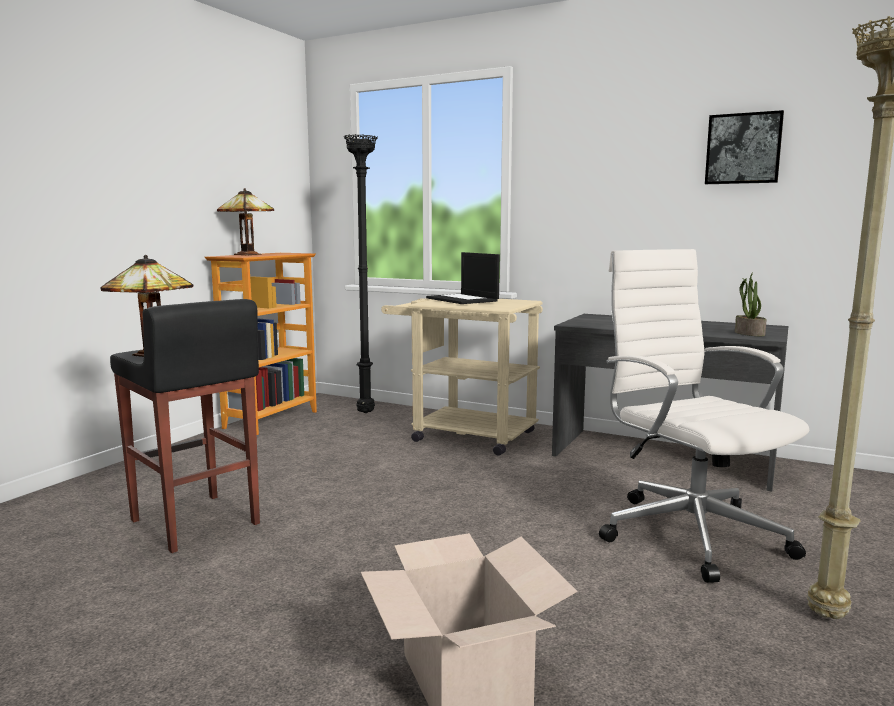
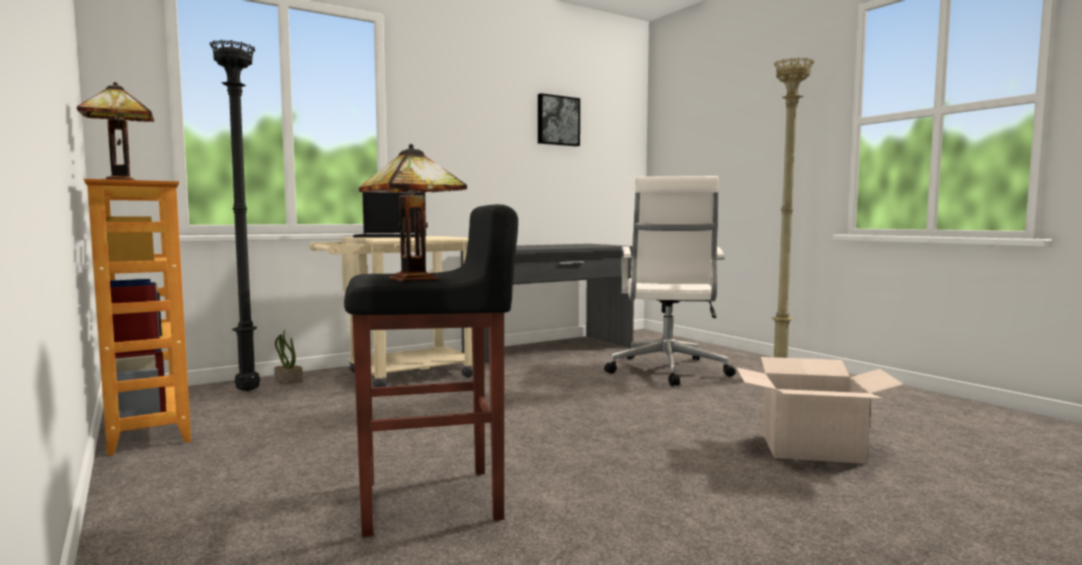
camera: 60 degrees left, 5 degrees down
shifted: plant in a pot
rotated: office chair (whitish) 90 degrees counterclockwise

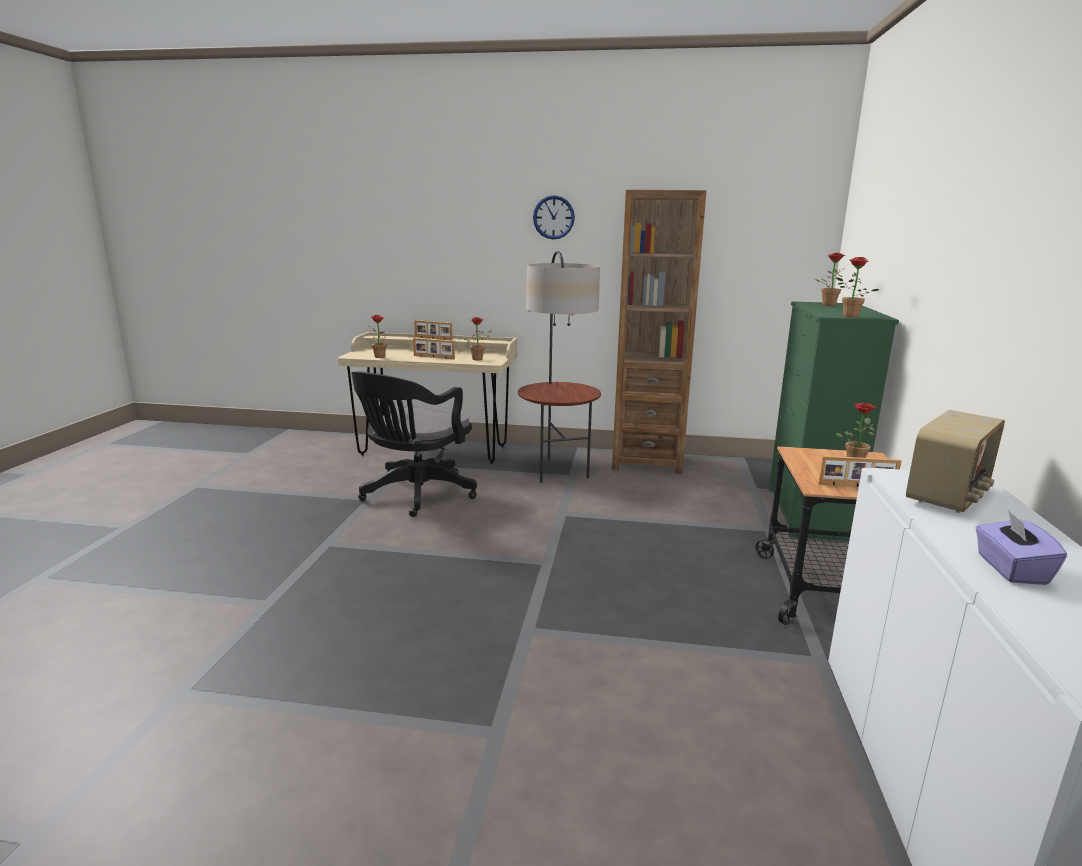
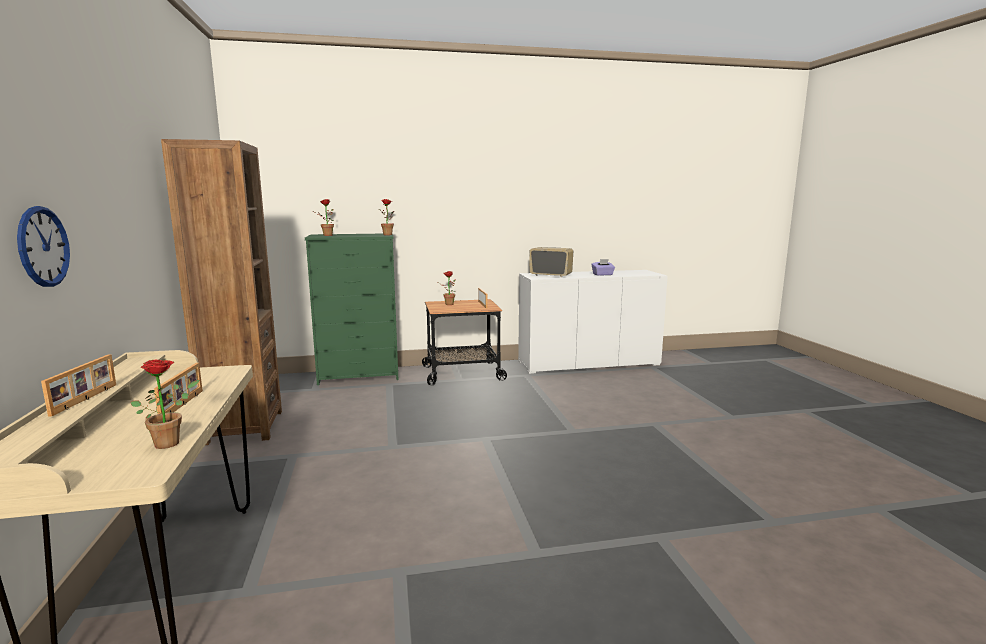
camera: 110 degrees left, 5 degrees down
gone: office chair (black); plant in a pot (no. 2 from left); standard lamp
shifted: hanging clock

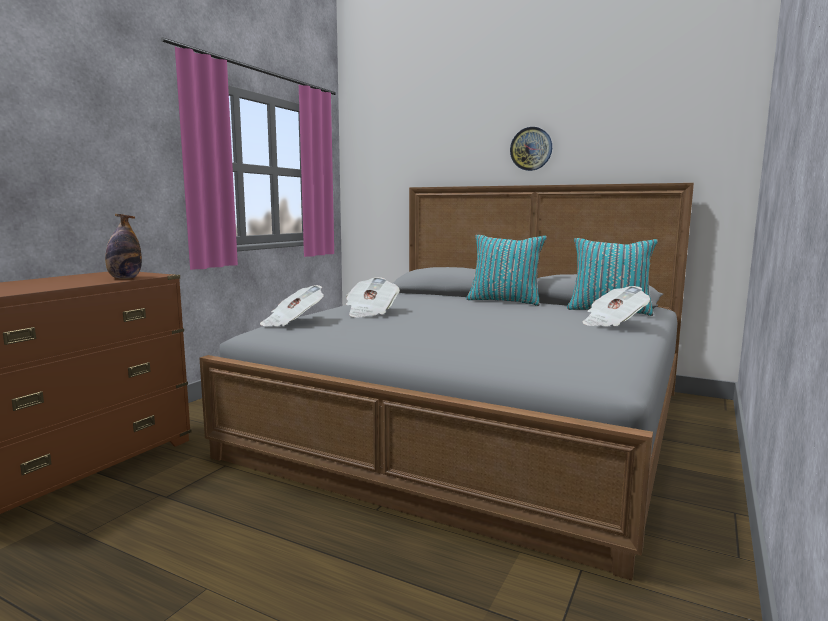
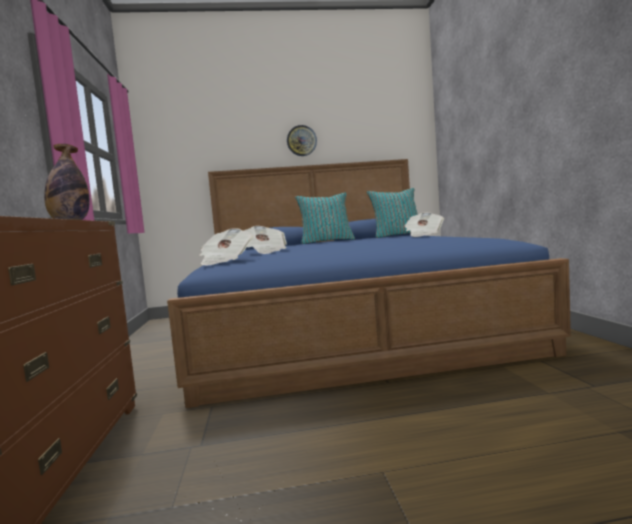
camera: 35 degrees left, 5 degrees down
repainted: sleeping bed (gray) to sleeping bed (blue)

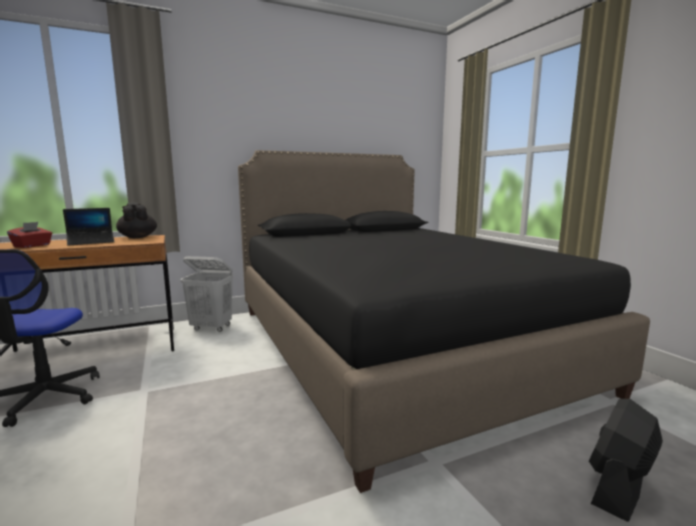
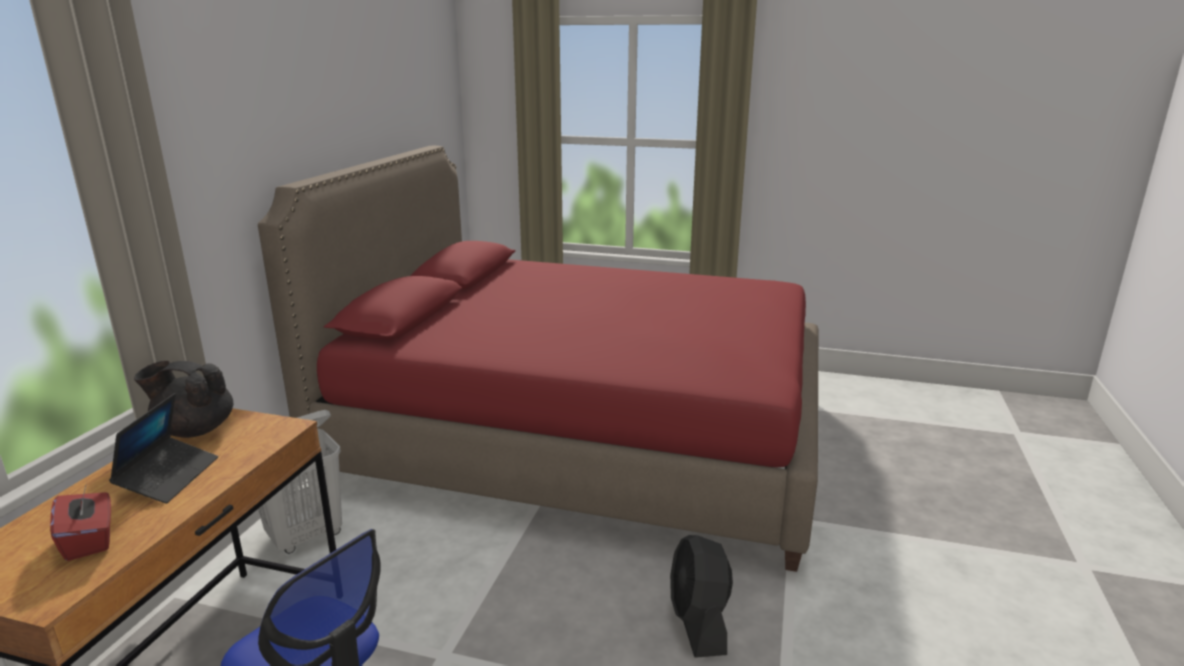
camera: 50 degrees left, 10 degrees up
shifted: fan (black)
repainted: sleeping bed (black) to sleeping bed (red-coloured)

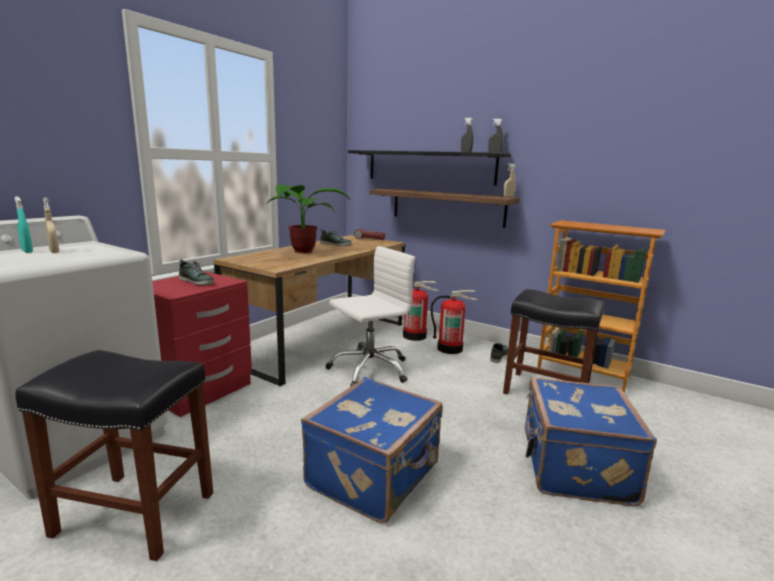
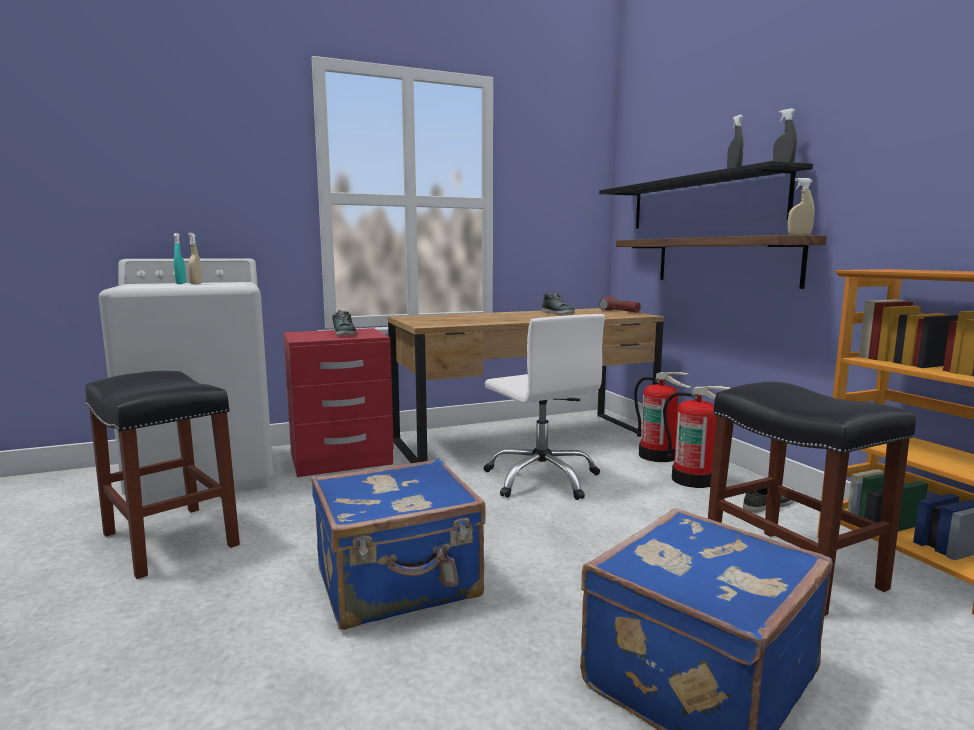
camera: 35 degrees right, 5 degrees down
gone: plant in a pot
rotated: office chair (whitish) 60 degrees clockwise

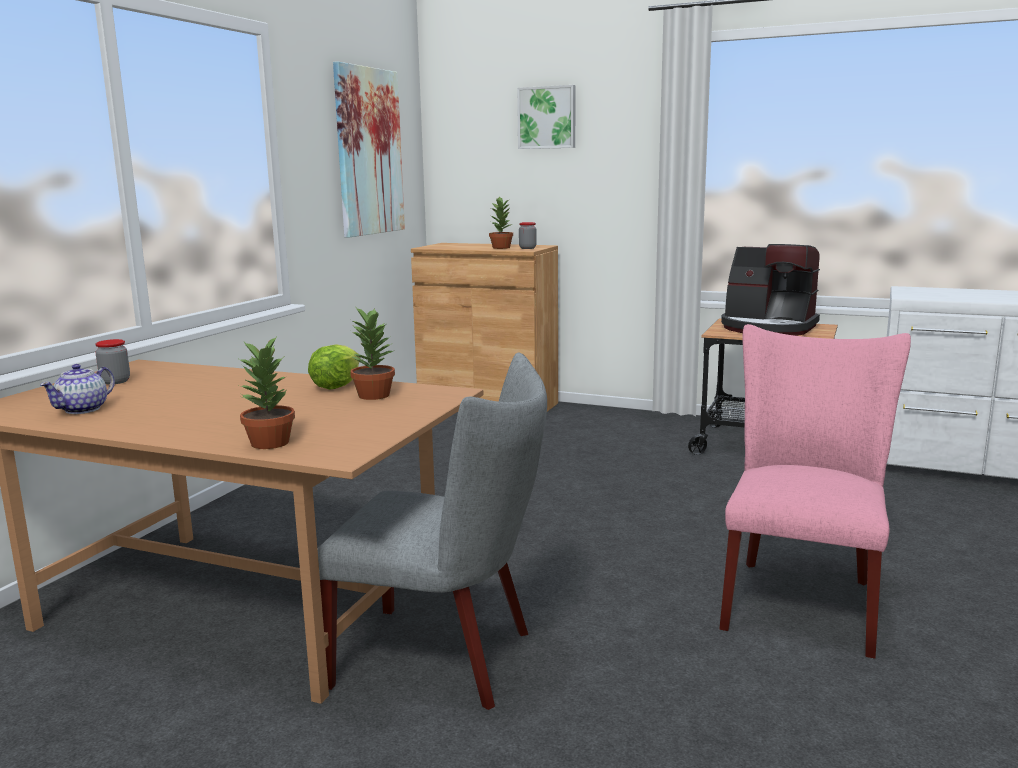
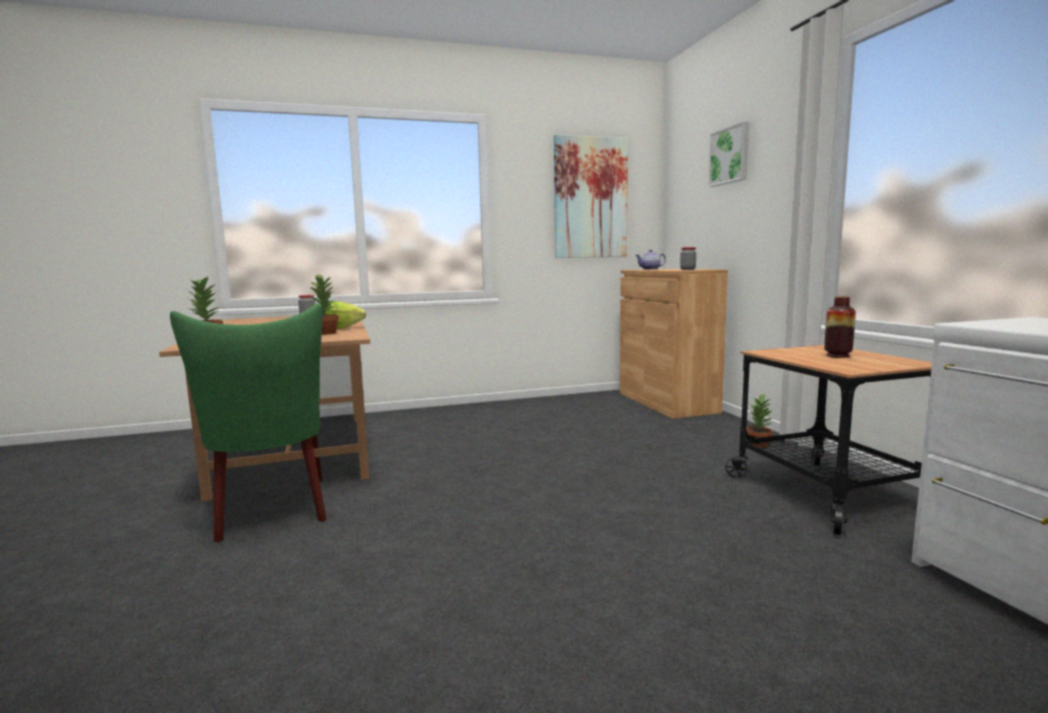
camera: 50 degrees right, 5 degrees down
gone: plain chair (pinkish)
shifted: pot for tea; plant in a pot (no. 3 from left)
swapped: coffee machine to flower vase
repainted: plain chair (gray) to plain chair (green)

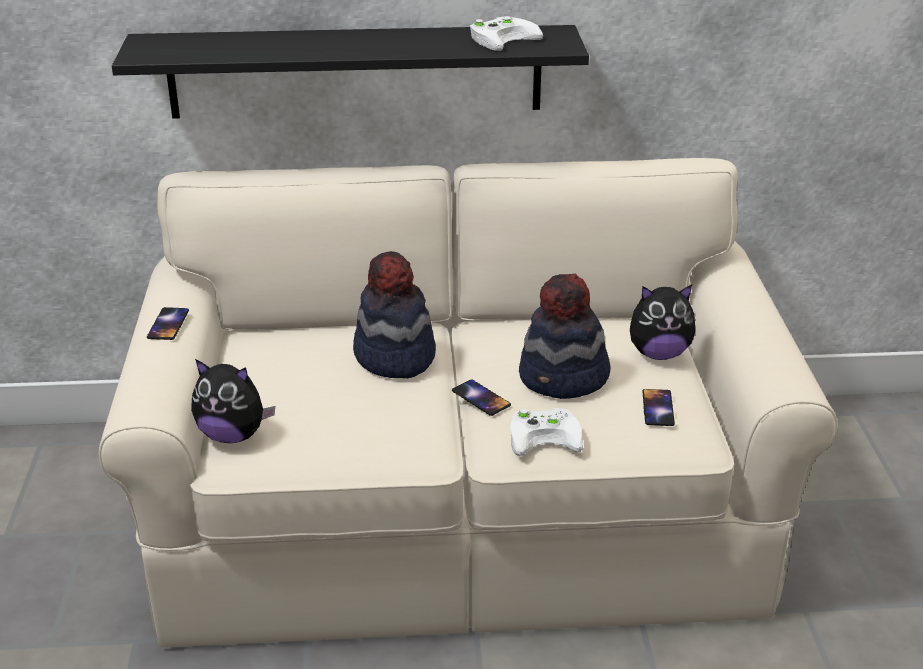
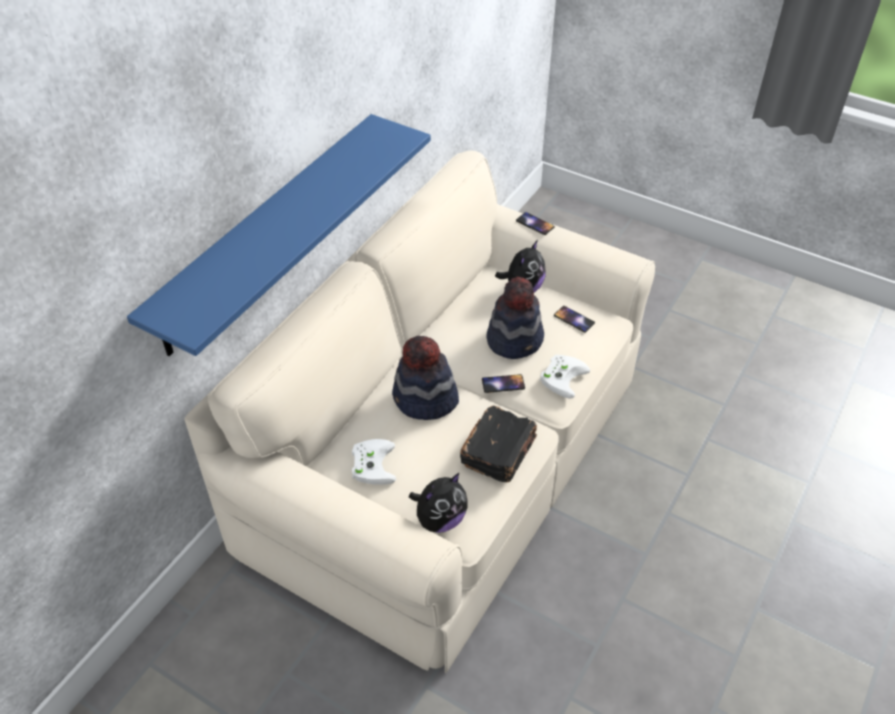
camera: 55 degrees left, 15 degrees up
new: volume (black)
shifted: gamepad (whitish) (no. 1 from left); phone (no. 1 from left in the first image) to phone (no. 2 from left)
repainted: bracket shelf (black) to bracket shelf (blue)

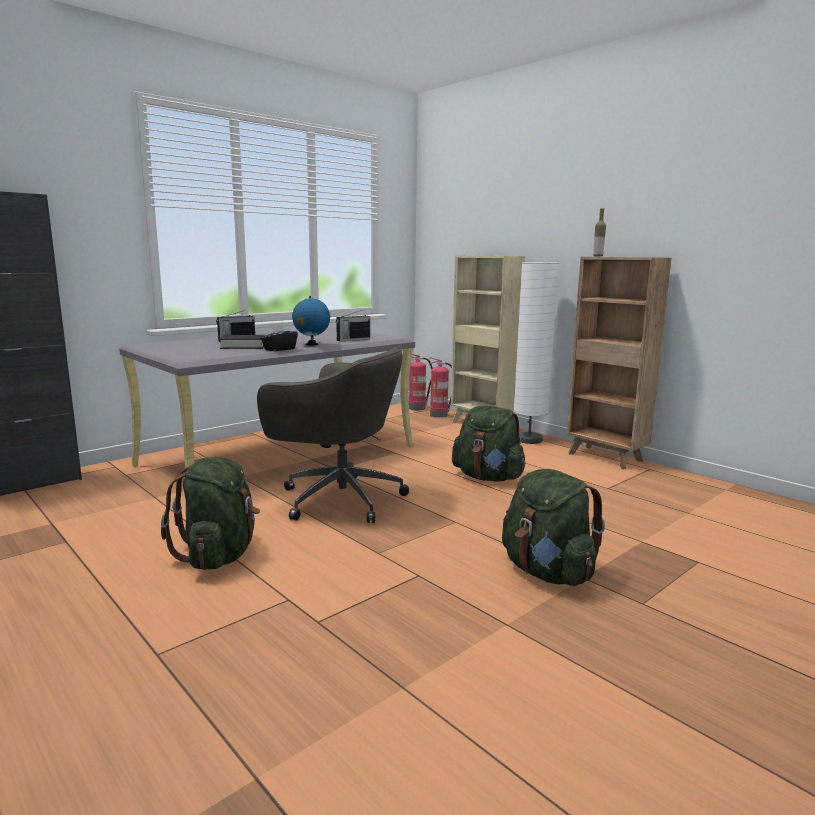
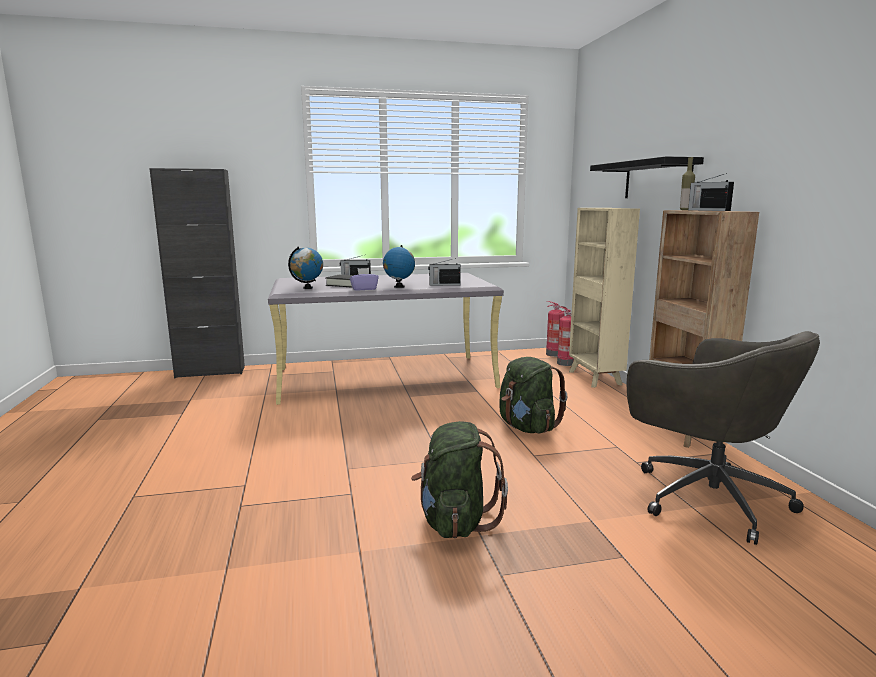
camera: 30 degrees right, 0 degrees up
gone: knapsack (green) (no. 1 from left); standard lamp (whitish)
new: world globe (no. 1 from left); bracket shelf (black); radio receiver (no. 3 from left)
shifted: office chair (gray)
repainted: box of tissues (black) to box of tissues (purple-coloured)

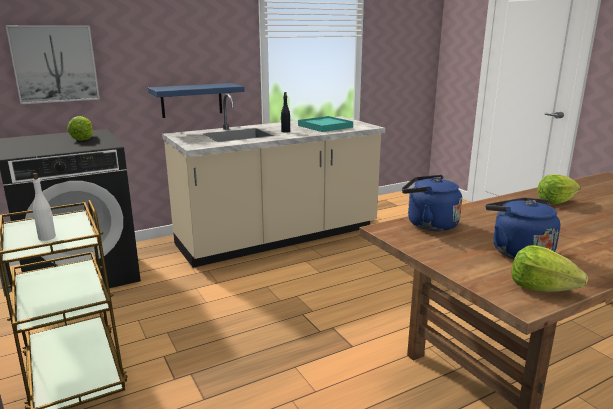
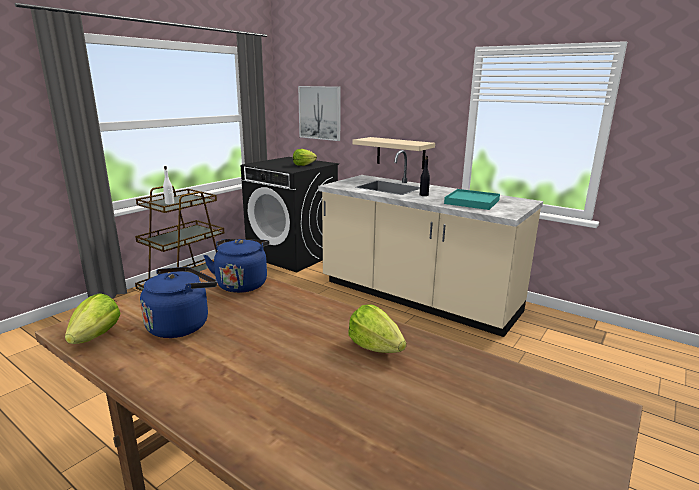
camera: 65 degrees right, 0 degrees up
repainted: bracket shelf (blue) to bracket shelf (beige)

